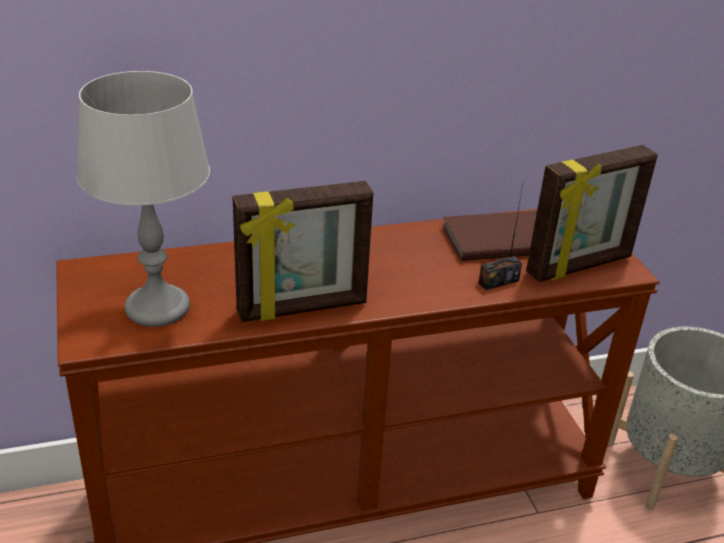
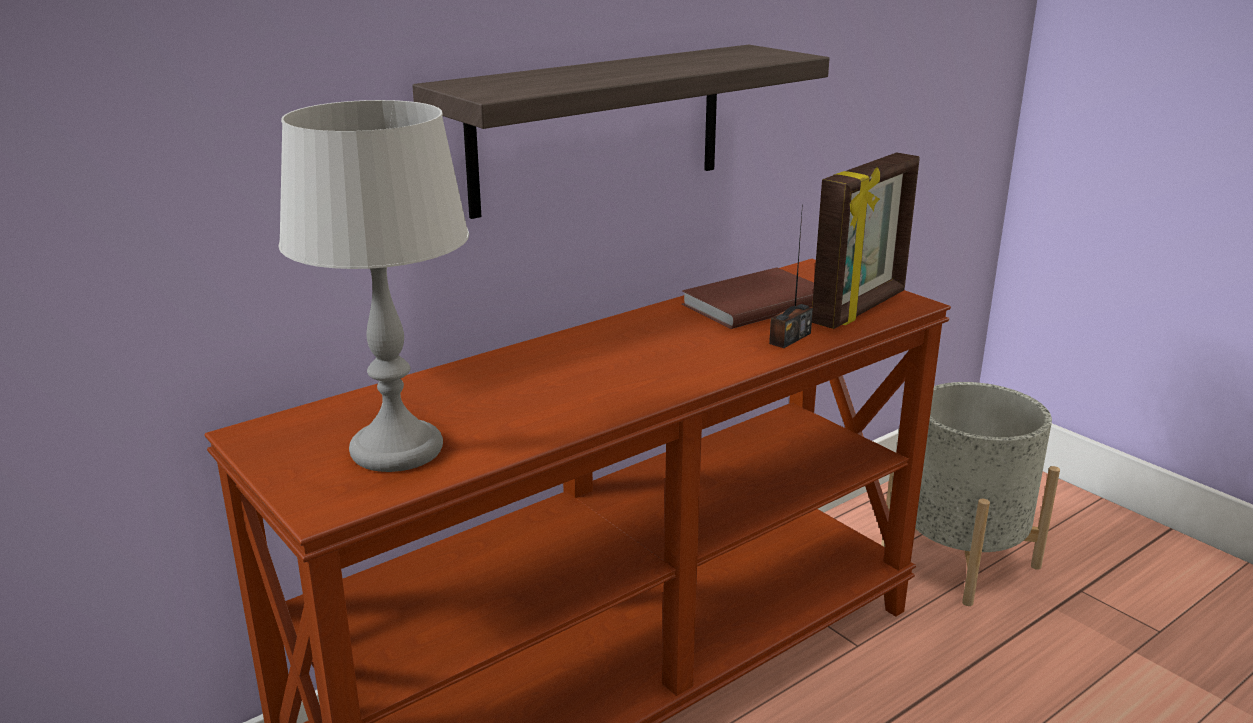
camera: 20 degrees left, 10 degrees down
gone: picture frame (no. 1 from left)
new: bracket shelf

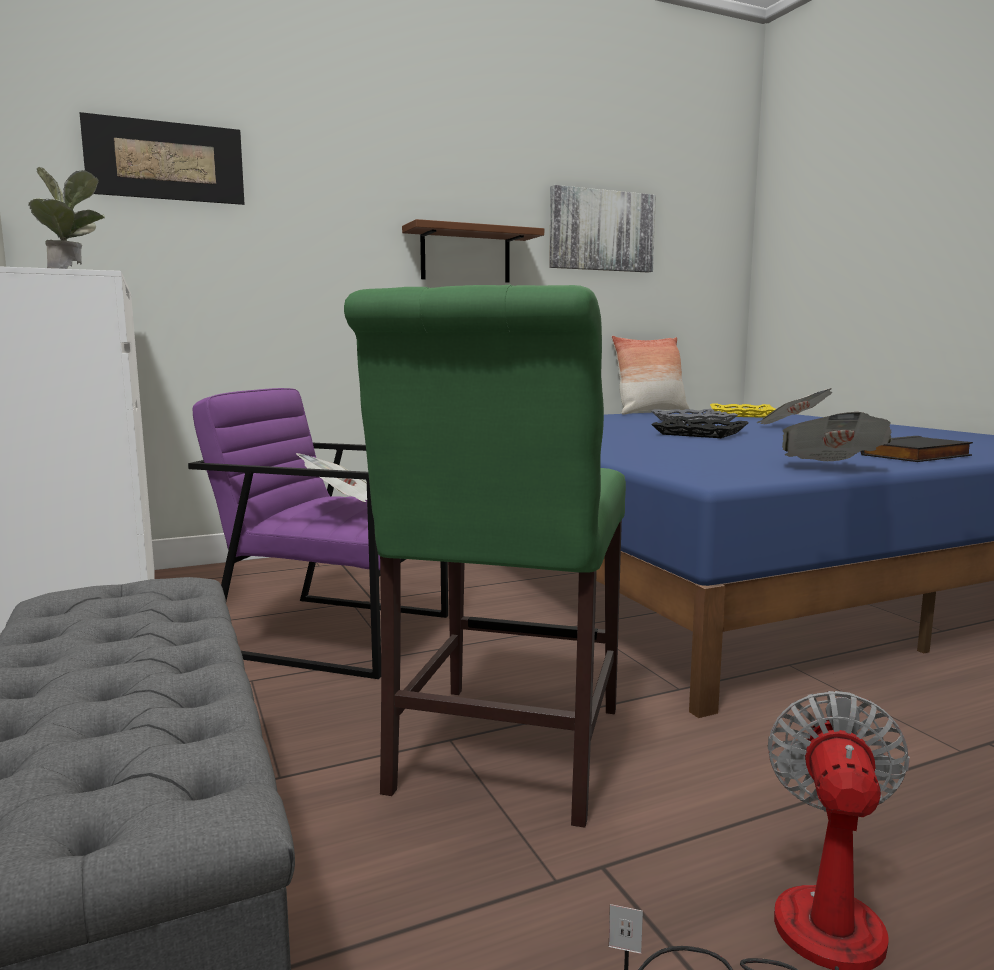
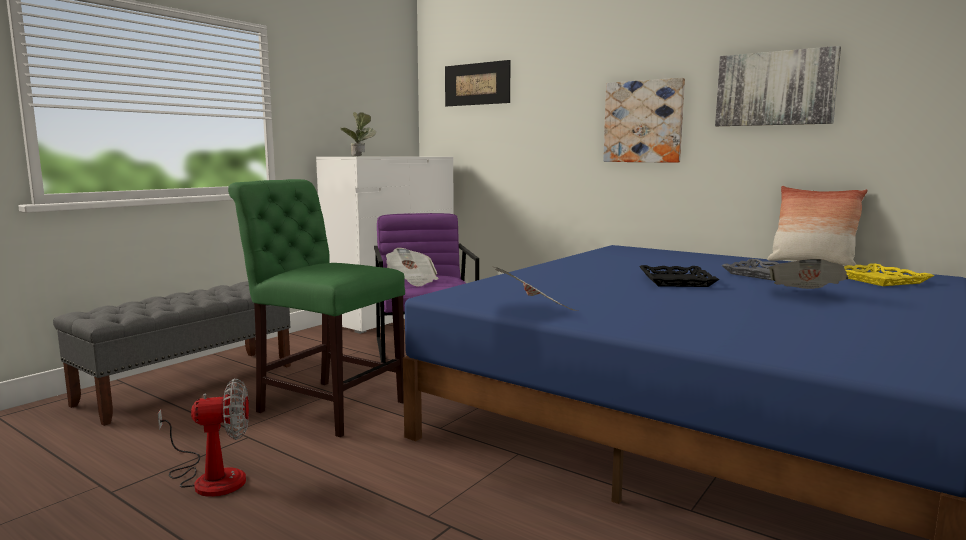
camera: 60 degrees right, 0 degrees up
gone: volume (black)
swapped: bracket shelf (brown) to wall picture (no. 2 from left)
rotated: plain chair (green) 45 degrees clockwise

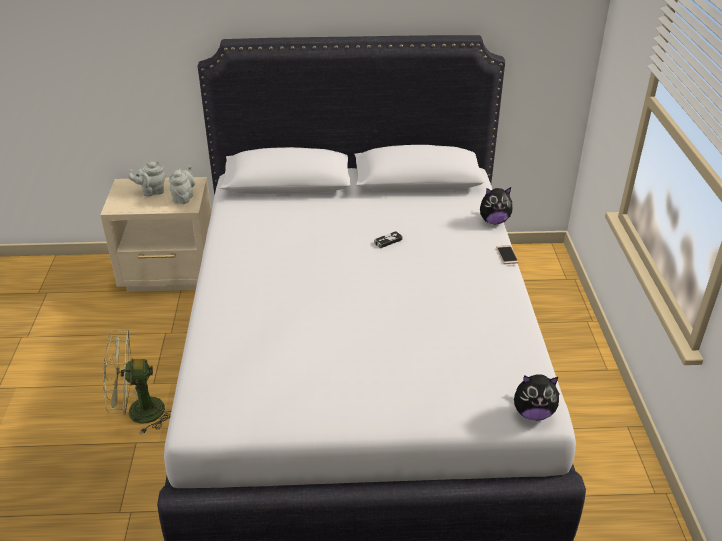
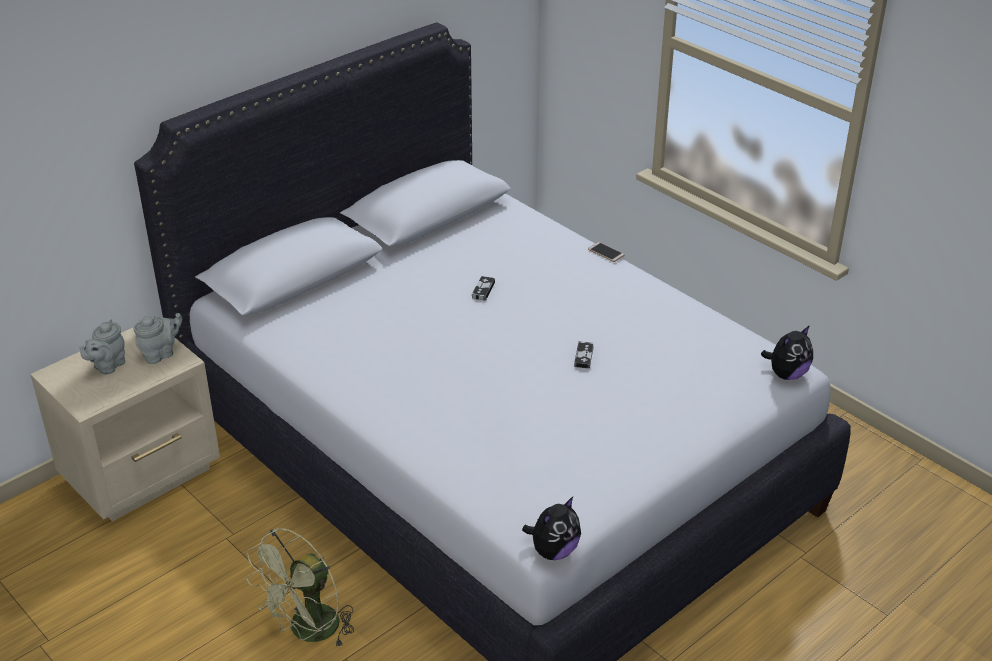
camera: 40 degrees left, 0 degrees up
new: gamepad (no. 2 from left)
shifted: cuddly toy (no. 1 from left)
rotated: pot for tea (gray) (no. 2 from left) 75 degrees clockwise

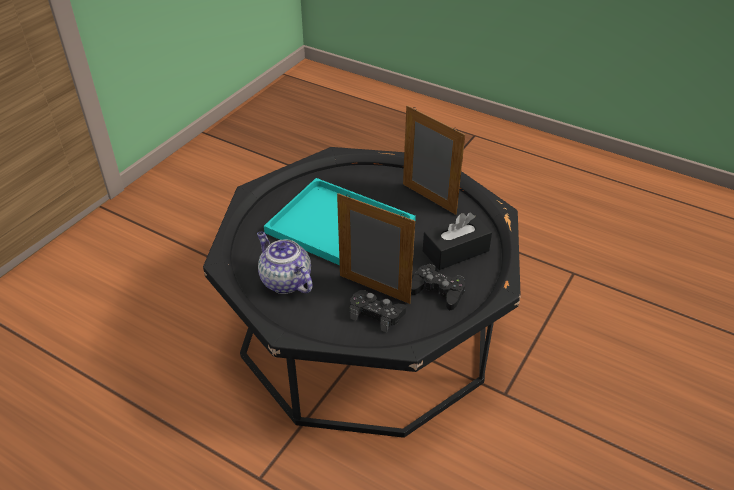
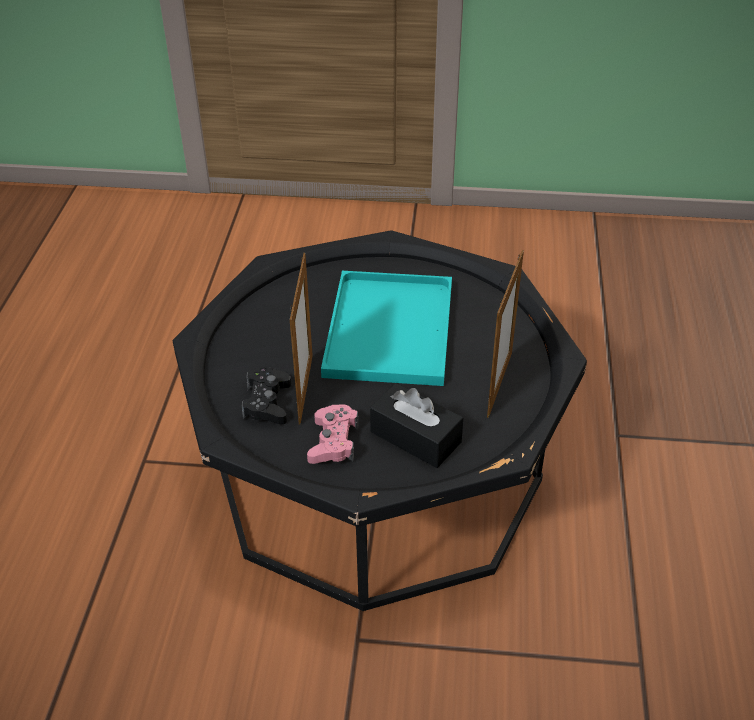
camera: 65 degrees right, 0 degrees up
gone: pot for tea
repainted: gamepad (black) (no. 2 from left) to gamepad (pinkish)

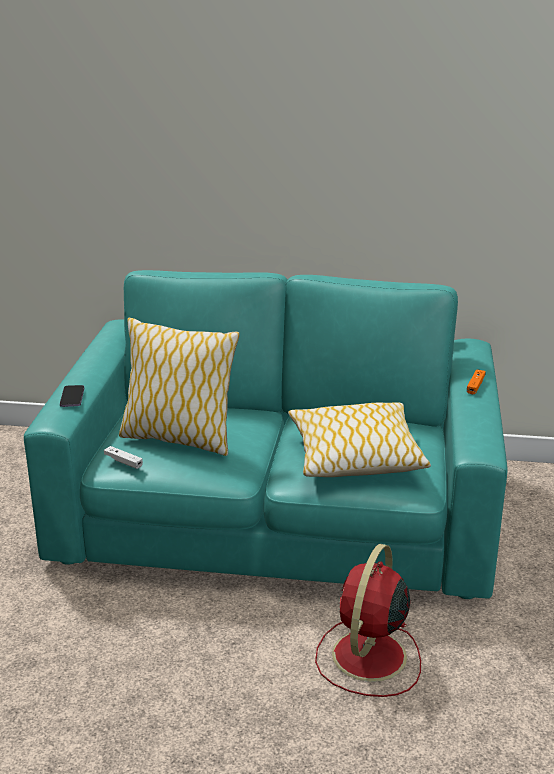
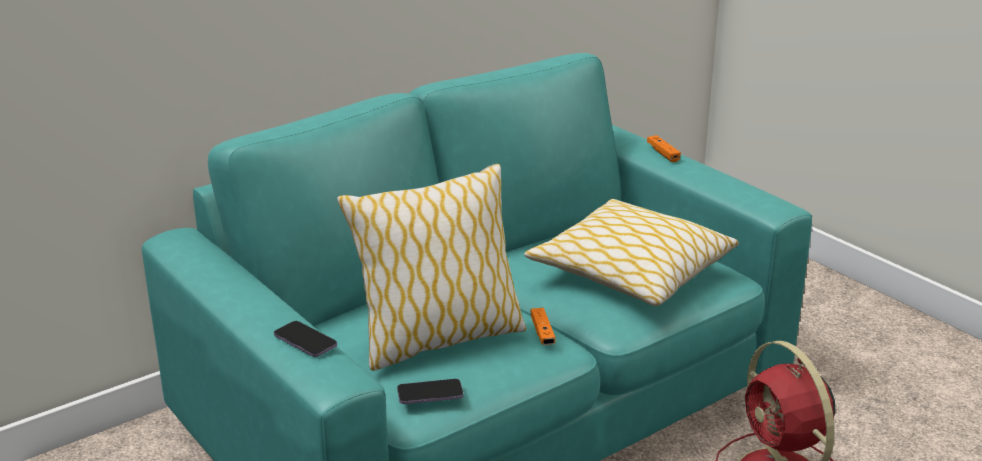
camera: 45 degrees left, 0 degrees up
new: gamepad (orangey) (no. 1 from left)
swapped: gamepad (whitish) to phone (no. 2 from left)

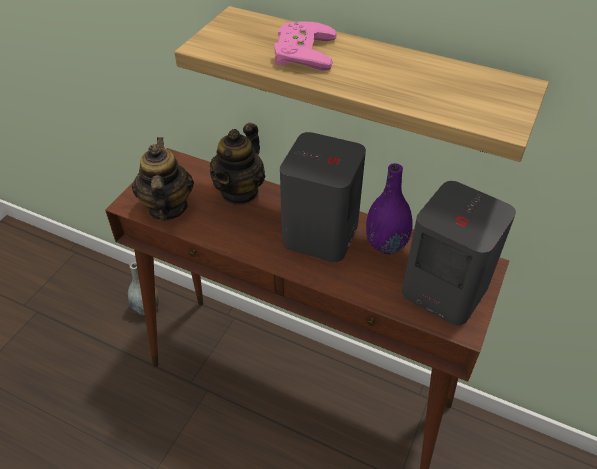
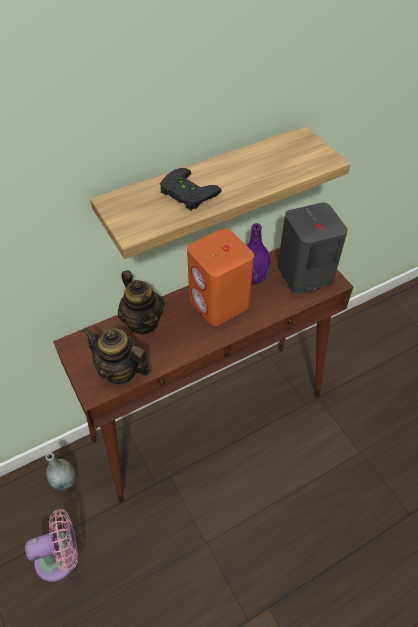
camera: 55 degrees left, 5 degrees up
new: fan (pinkish)
repainted: gamepad (pinkish) to gamepad (black); audio speaker (gray) (no. 1 from left) to audio speaker (orangey)

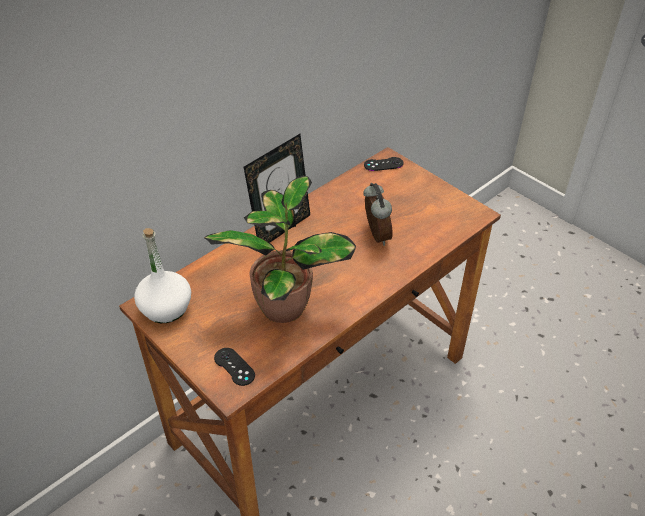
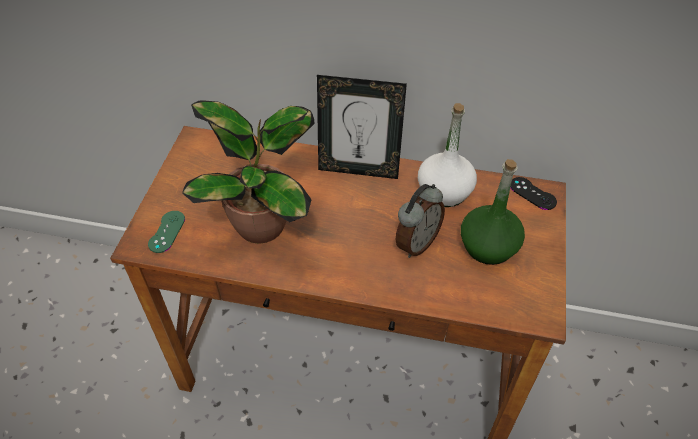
camera: 55 degrees right, 5 degrees up
new: drink bottle (green)
shifted: drink bottle (whitish)
repainted: gamepad (black) (no. 1 from left) to gamepad (green)

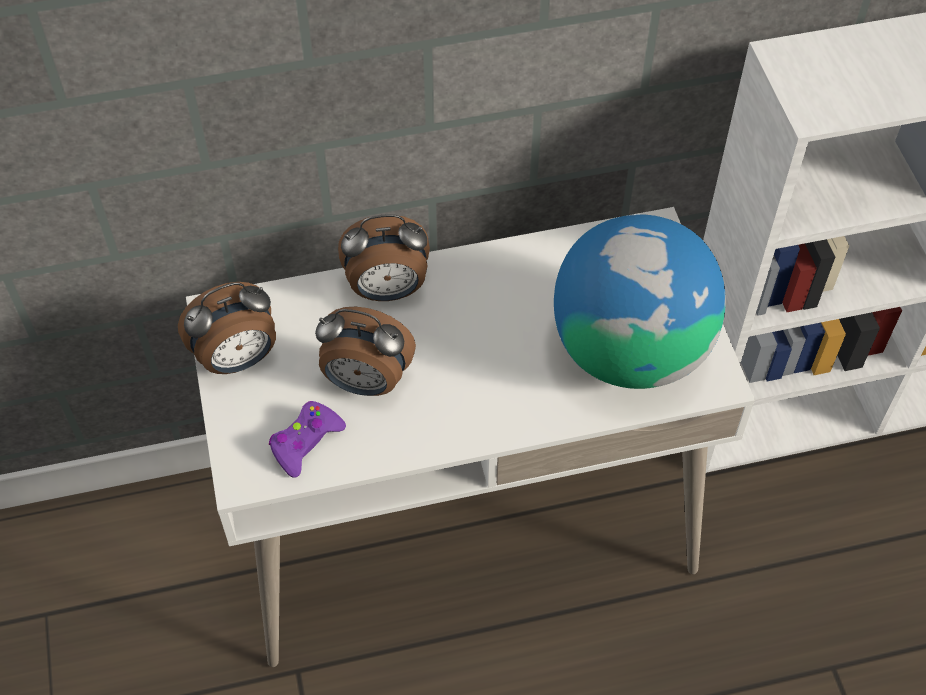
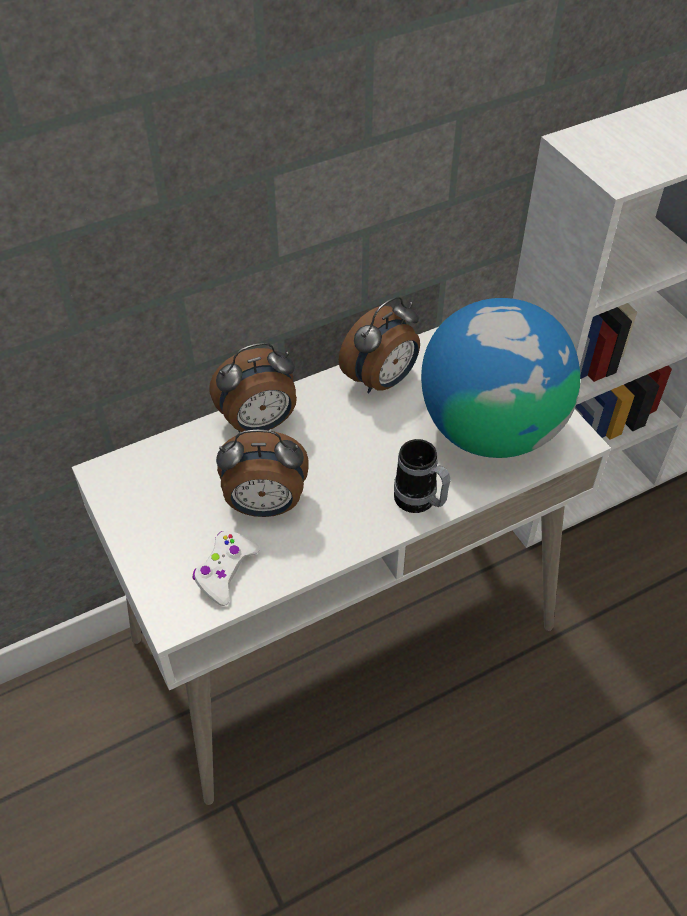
camera: 15 degrees left, 5 degrees down
new: mug
shifted: bedside clock (no. 1 from left in the first image) to bedside clock (no. 3 from left)
repainted: gamepad (purple-coloured) to gamepad (whitish)

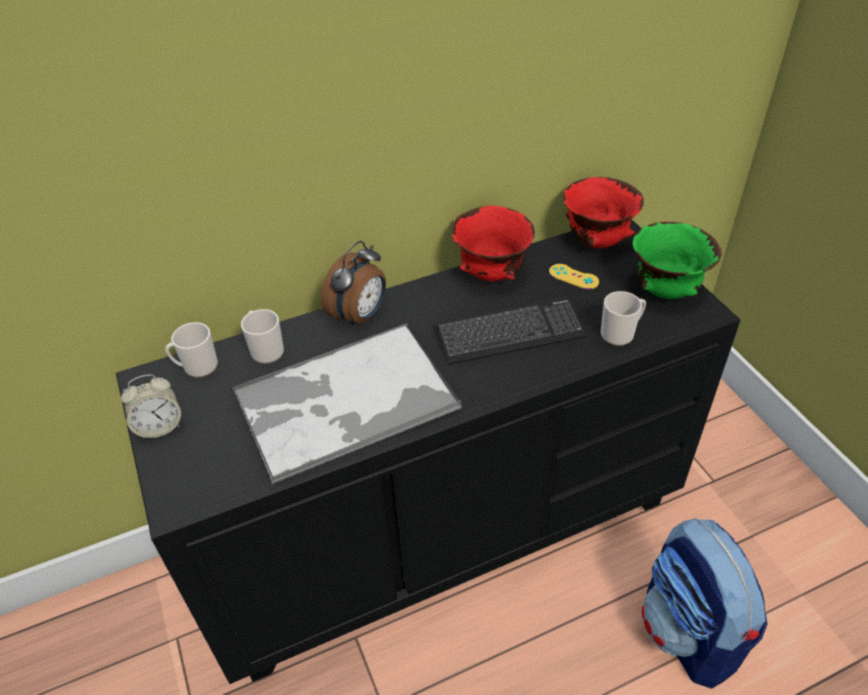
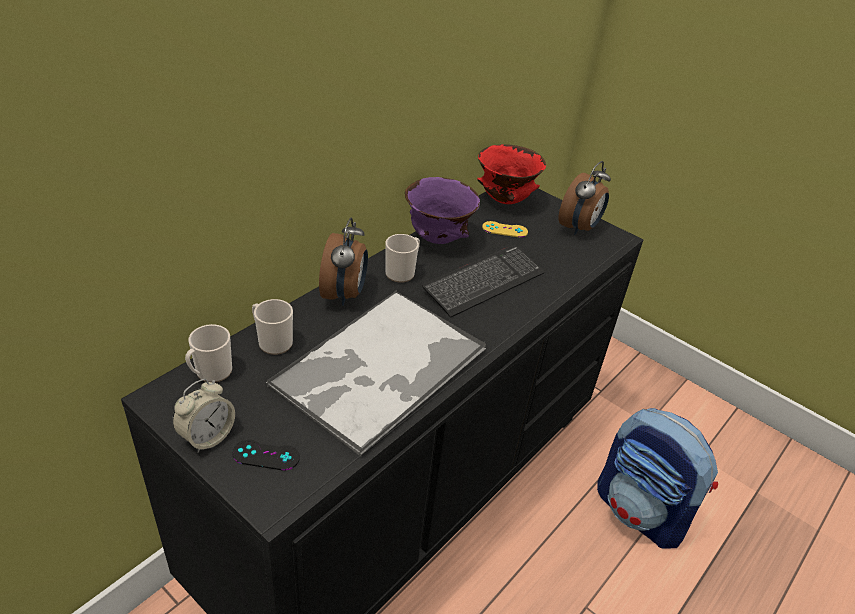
camera: 30 degrees left, 5 degrees down
new: gamepad (black)
shifted: mug (no. 3 from left)
swapped: deep dish (green) to bedside clock (no. 3 from left)
repainted: deep dish (red-coloured) (no. 1 from left) to deep dish (purple-coloured)

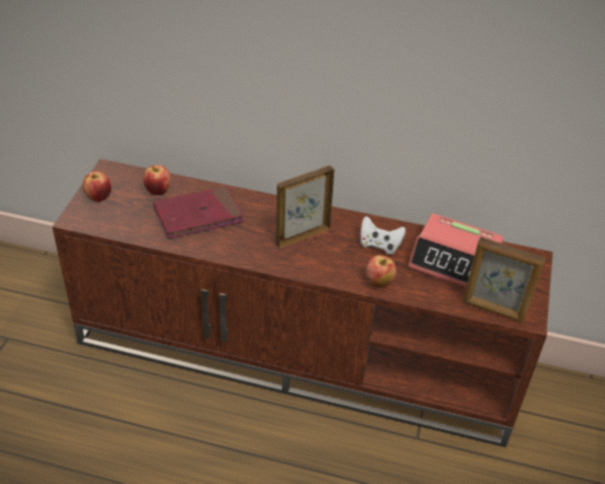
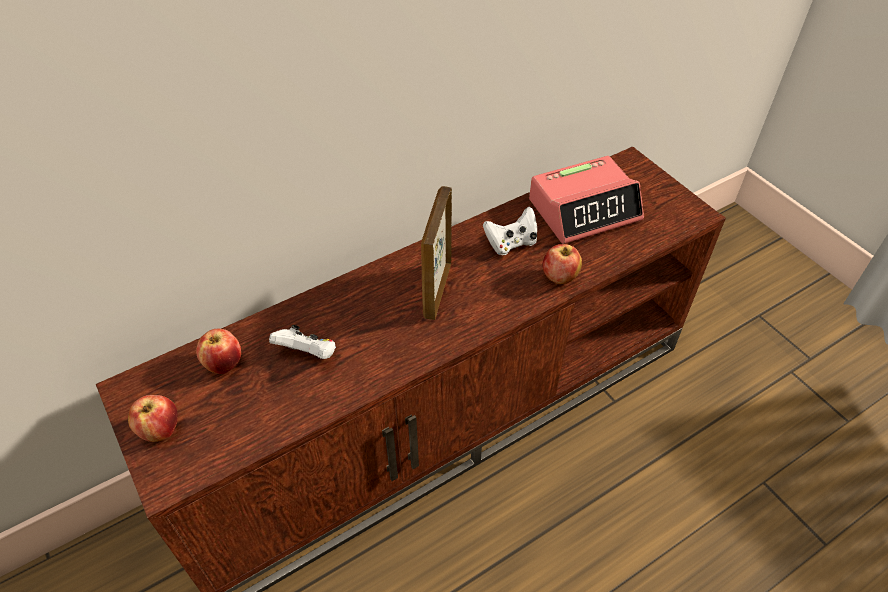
camera: 45 degrees left, 5 degrees up
gone: picture frame (no. 2 from left)
swapped: volume (red-coloured) to gamepad (whitish) (no. 1 from left)

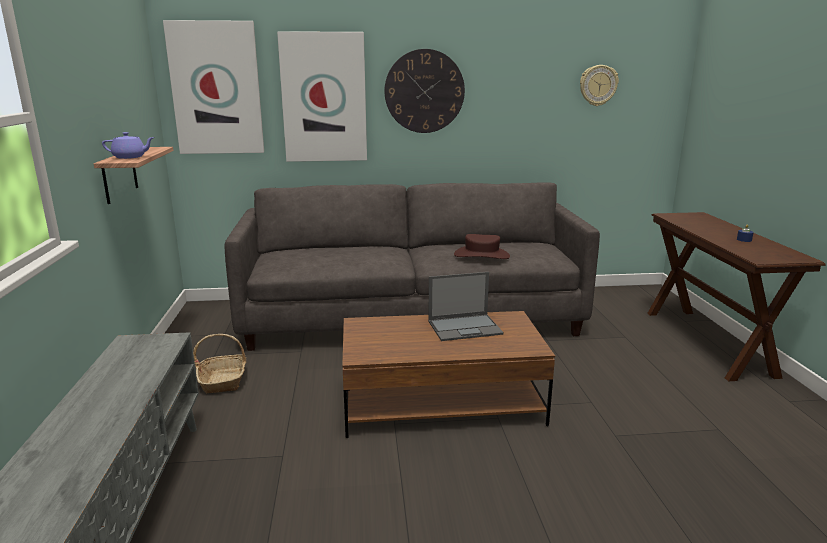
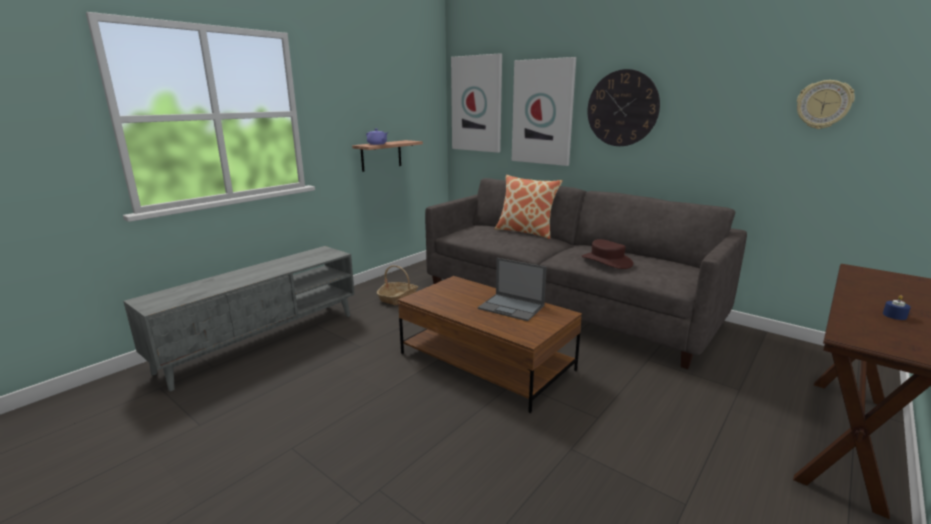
camera: 45 degrees right, 0 degrees up
new: pillow

